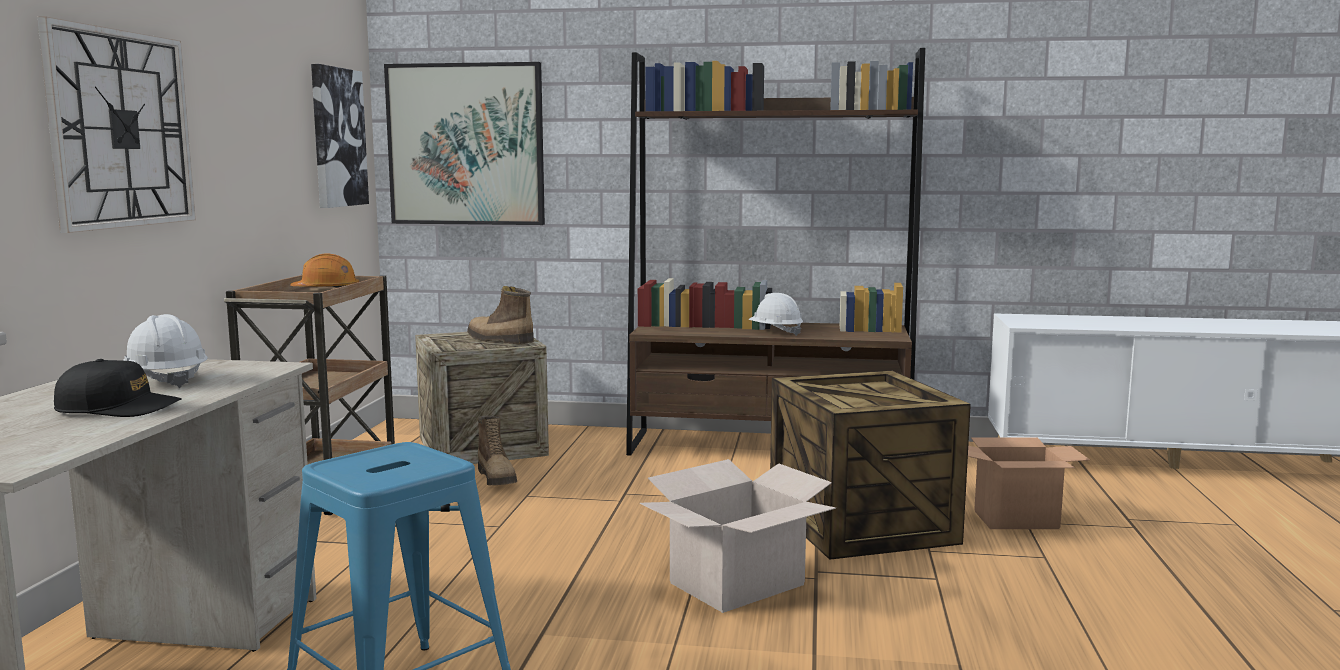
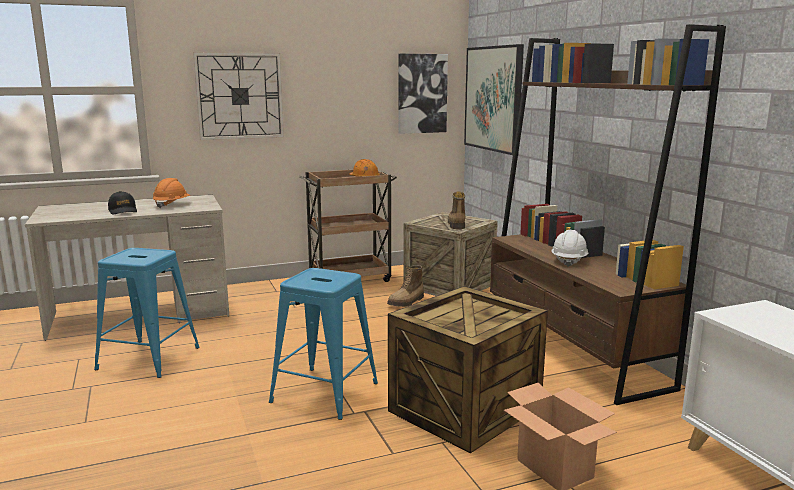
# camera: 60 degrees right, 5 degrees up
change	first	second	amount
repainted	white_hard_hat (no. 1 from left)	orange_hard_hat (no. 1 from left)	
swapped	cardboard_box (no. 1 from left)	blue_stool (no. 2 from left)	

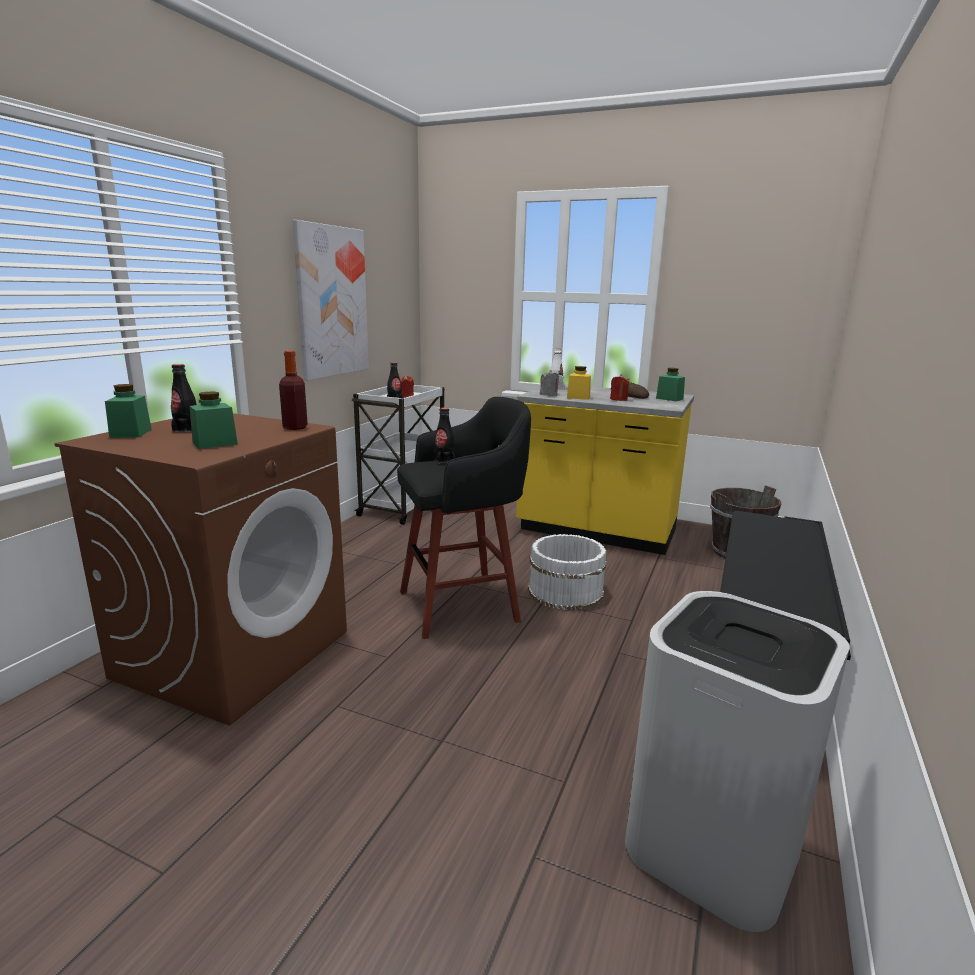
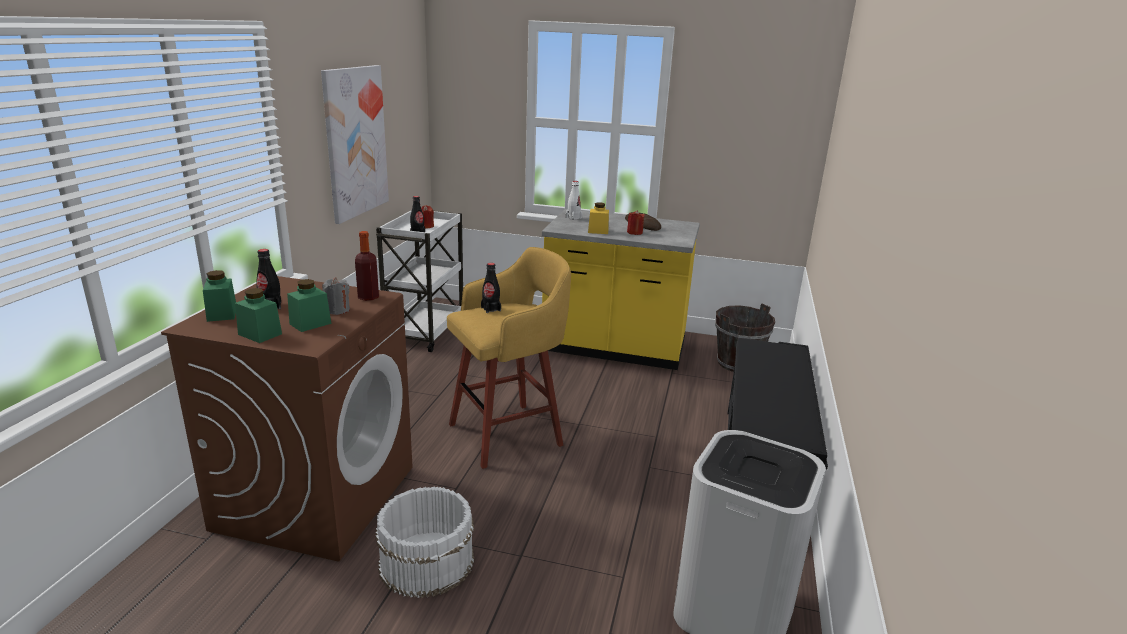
# camera: 10 degrees left, 5 degrees up
change	first	second	amount
shifted	green_jar (no. 3 from left in the first image)	green_jar (no. 2 from left)	
shifted	grey_candle		
repainted	black_stool	yellow_stool	
shifted	white_bucket		

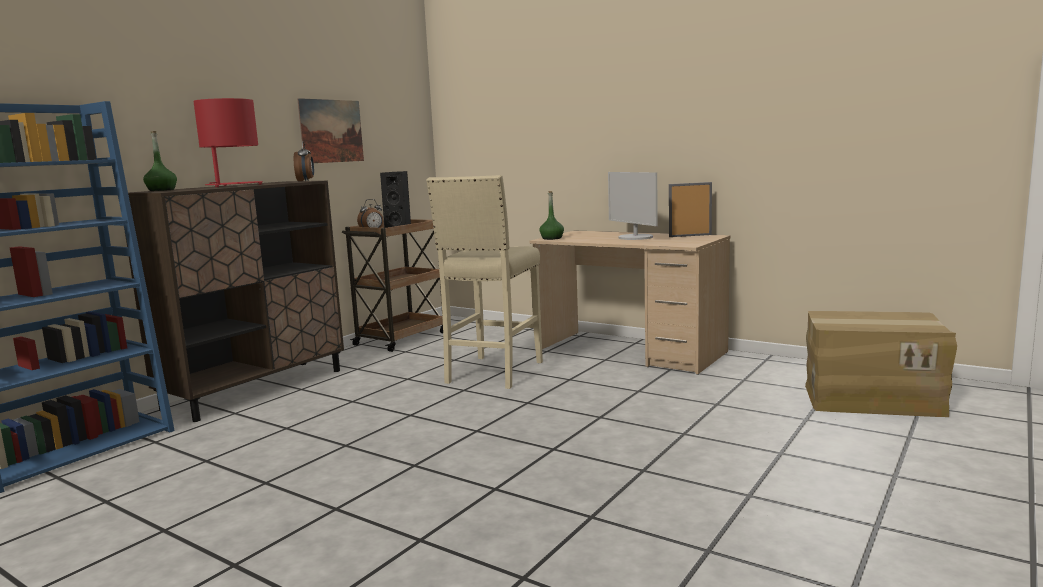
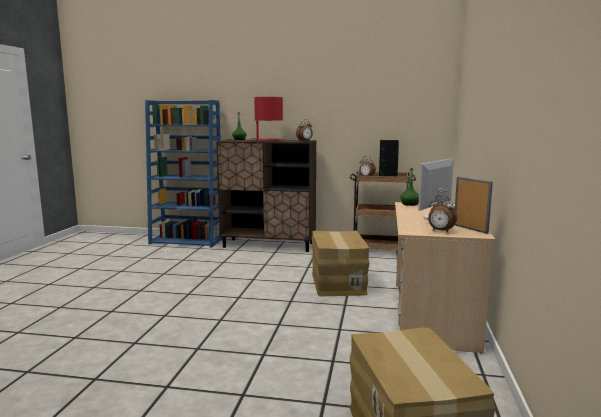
# camera: 65 degrees right, 0 degrees up
change	first	second	amount
gone	picture		
swapped	beige_stool	cardboard_box (no. 1 from left)	
new		alarm_clock (no. 3 from left)	

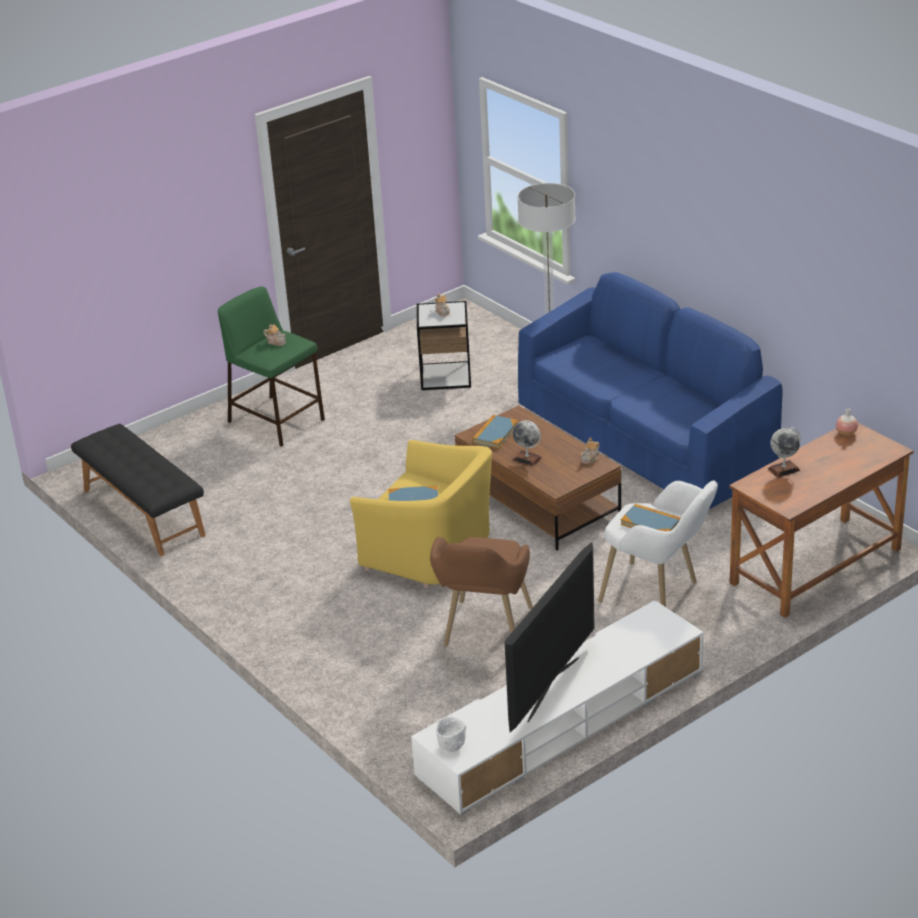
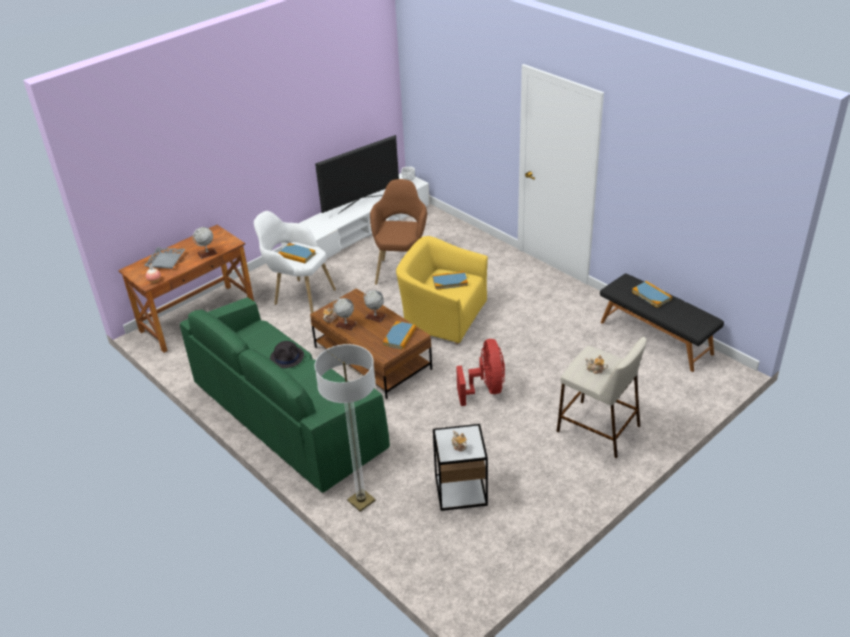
# camera: 175 degrees right, 5 degrees up
change	first	second	amount
repainted	blue_sofa	green_sofa	
repainted	green_stool	beige_stool	
rotated	television		150 degrees counterclockwise
new		grey_tray	
new		book (no. 4 from left)	
new		globe (no. 2 from left)	
new		red_fan	
new		black_hat	

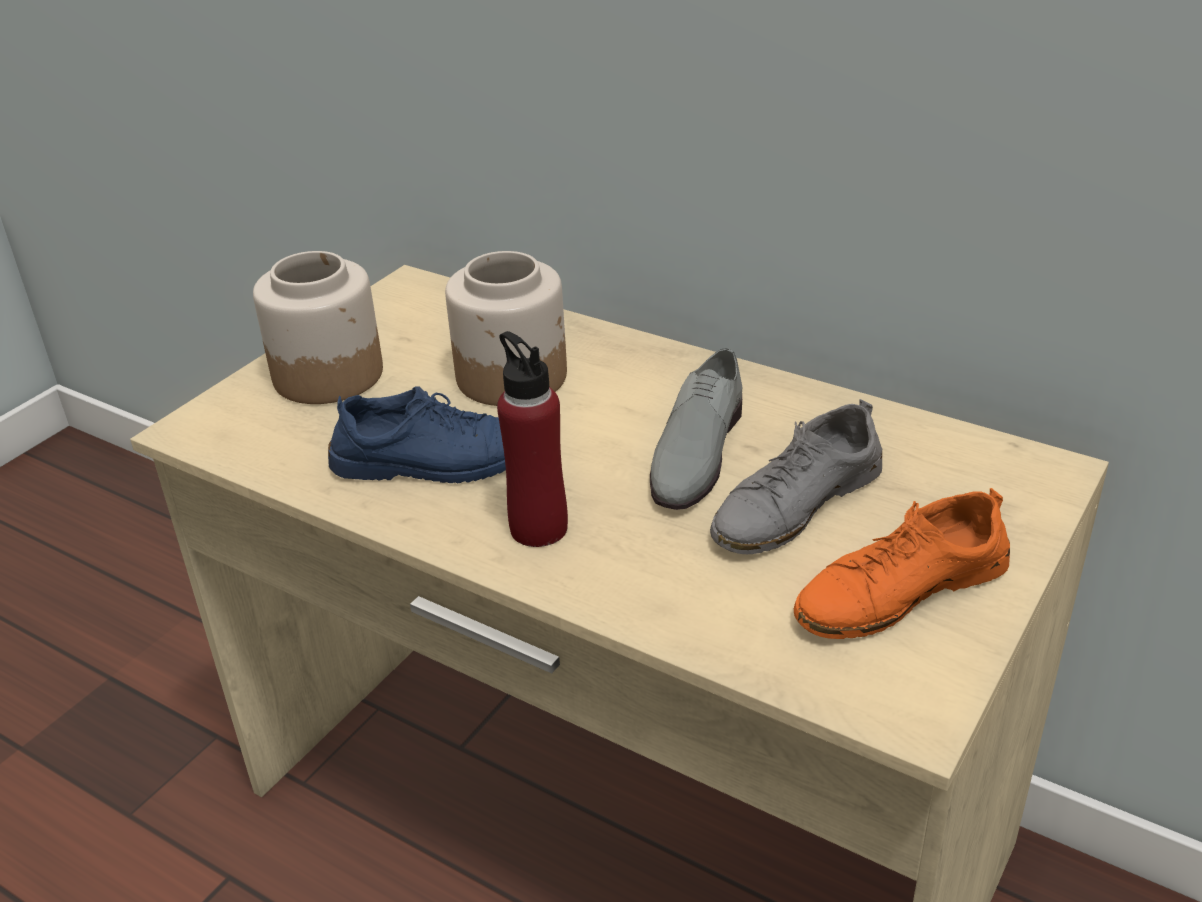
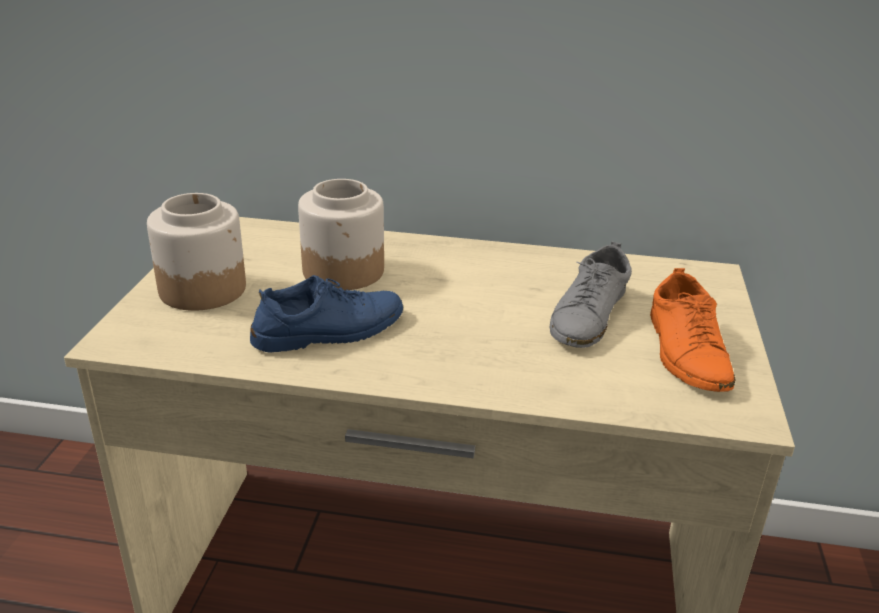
# camera: 25 degrees left, 5 degrees down
change	first	second	amount
gone	red_bottle		
gone	grey_shoe (no. 1 from left)		
rotated	orange_shoe		45 degrees counterclockwise

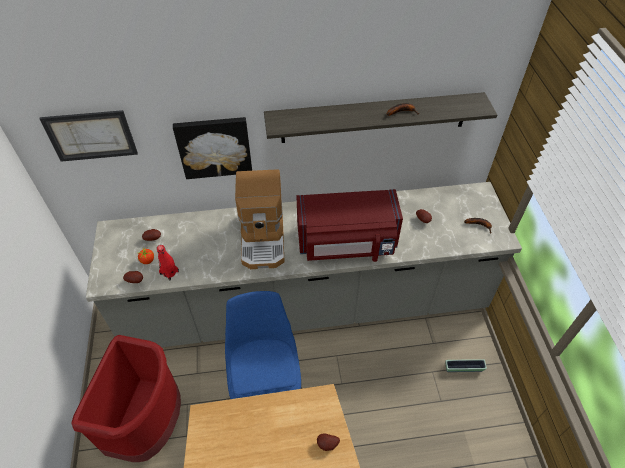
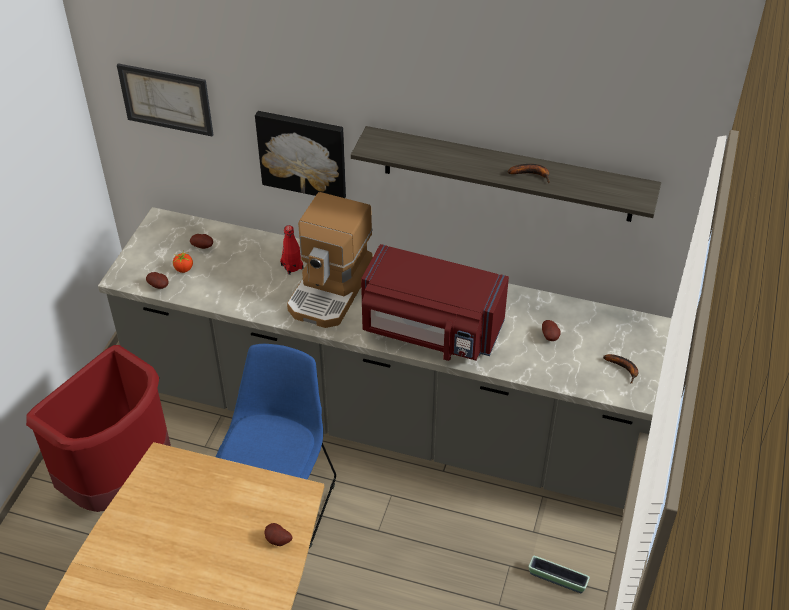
# camera: 25 degrees right, 5 degrees down
change	first	second	amount
shifted	red_bottle		

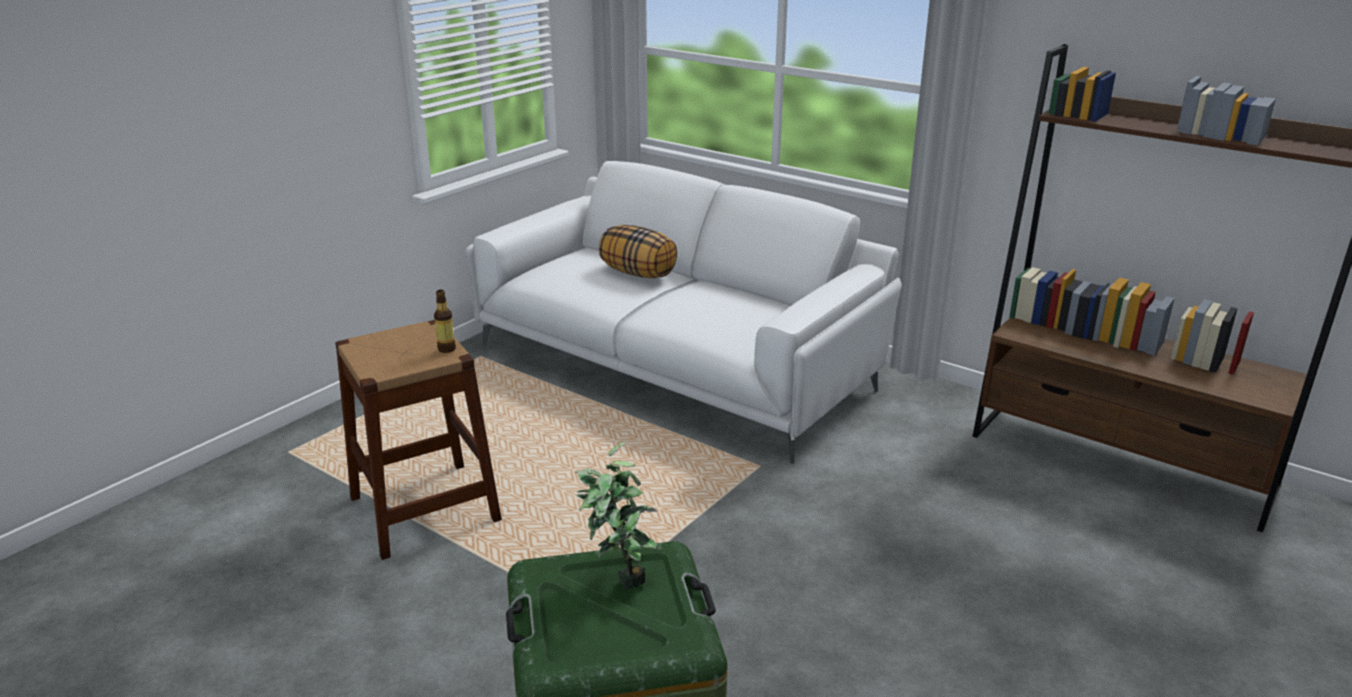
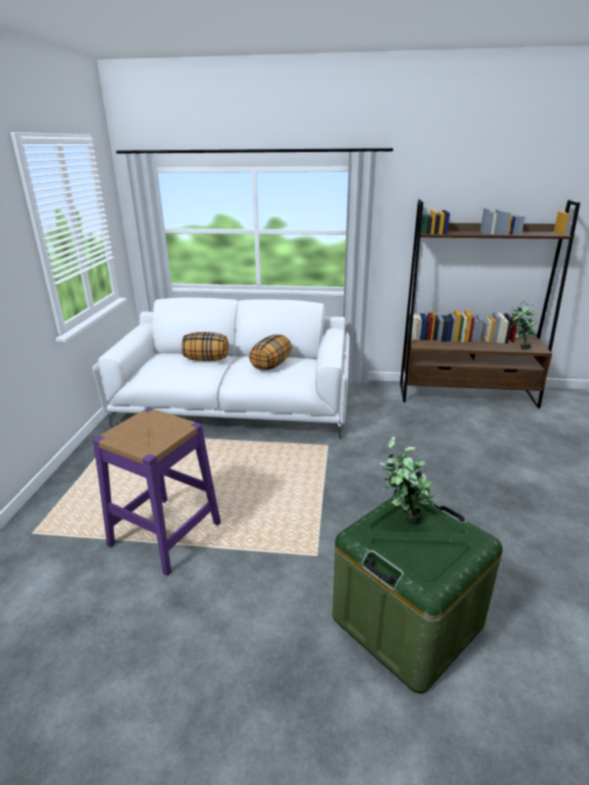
# camera: 30 degrees left, 0 degrees up
change	first	second	amount
gone	bottle		
repainted	brown_stool	purple_stool	
new		potted_plant (no. 2 from left)	
new		pillow (no. 2 from left)	

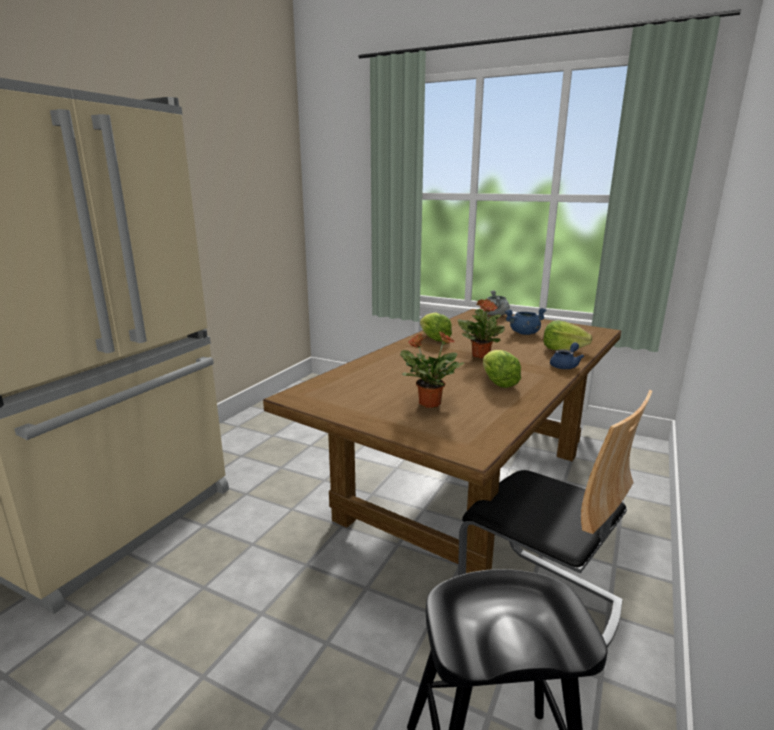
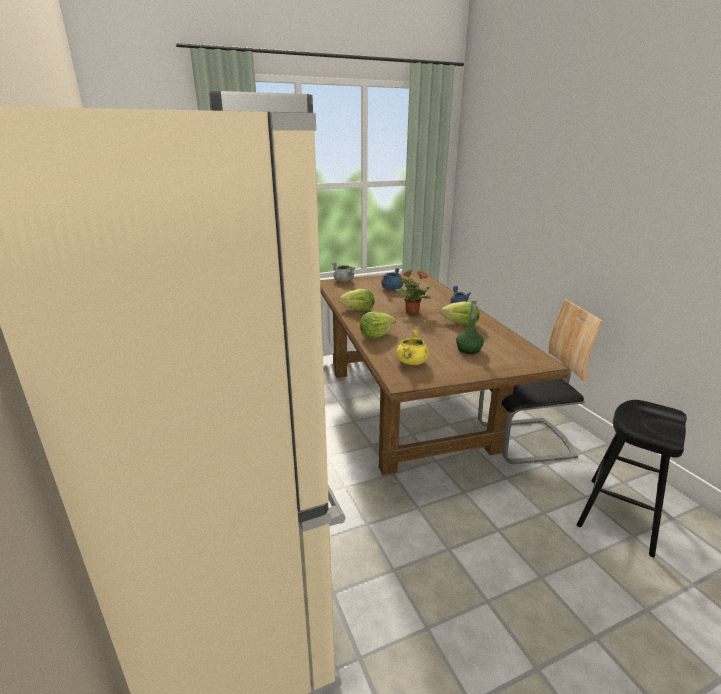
# camera: 50 degrees left, 5 degrees up
change	first	second	amount
shifted	lettuce (no. 3 from left in the first image)	lettuce (no. 2 from left)	
swapped	potted_plant (no. 1 from left)	green_bottle	
new		yellow_cooking_pot	

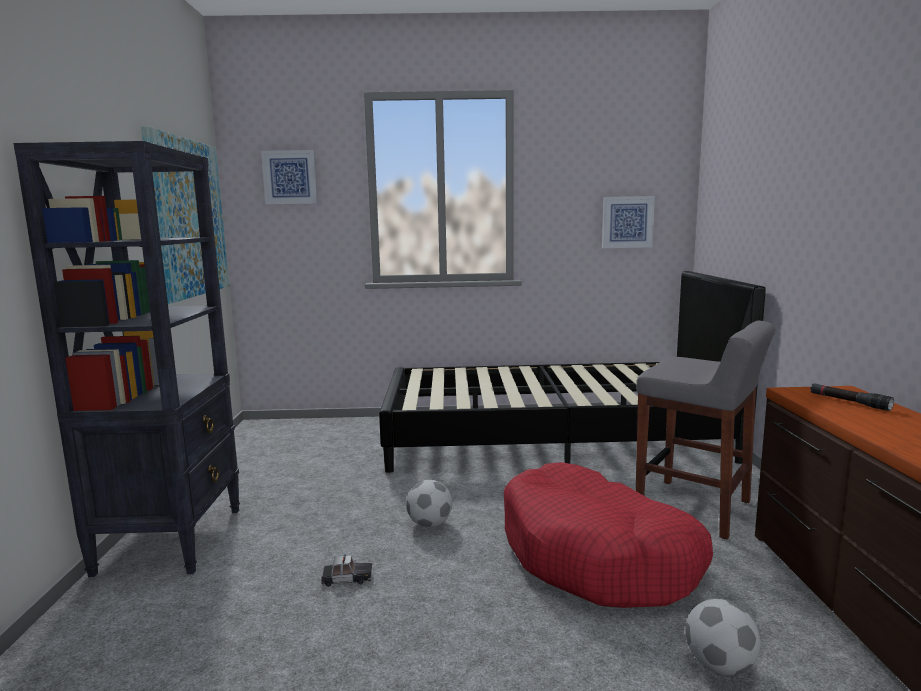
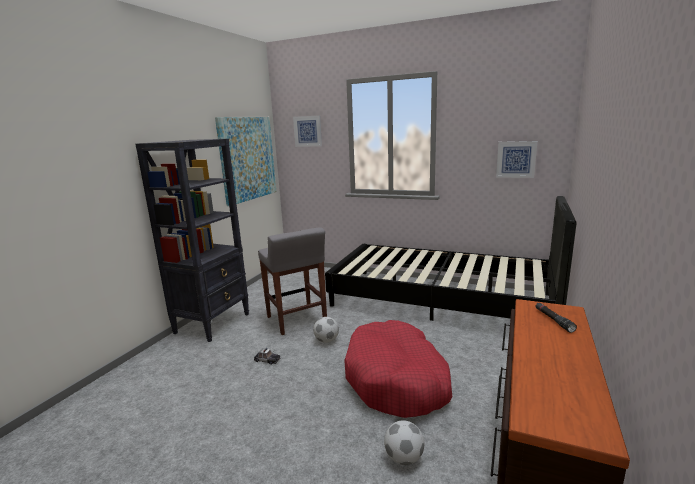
# camera: 25 degrees right, 5 degrees up
change	first	second	amount
shifted	grey_stool		

